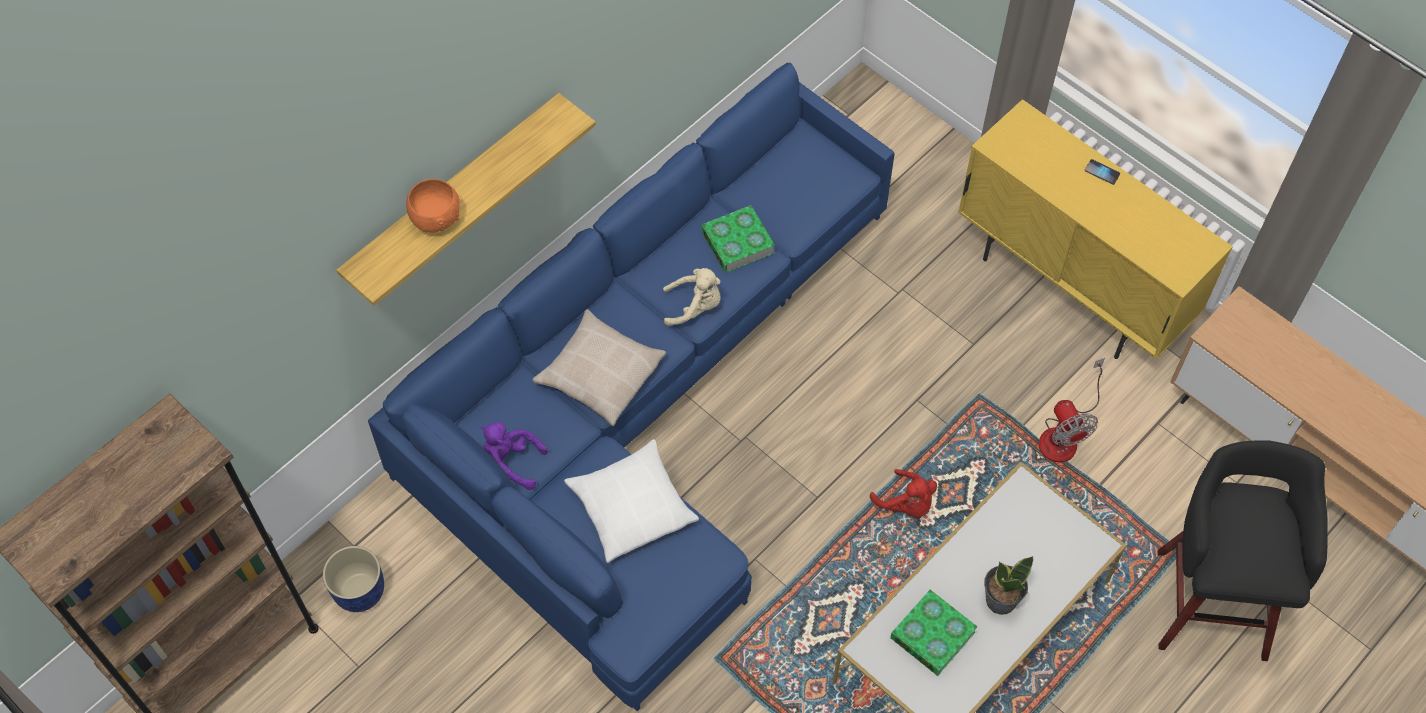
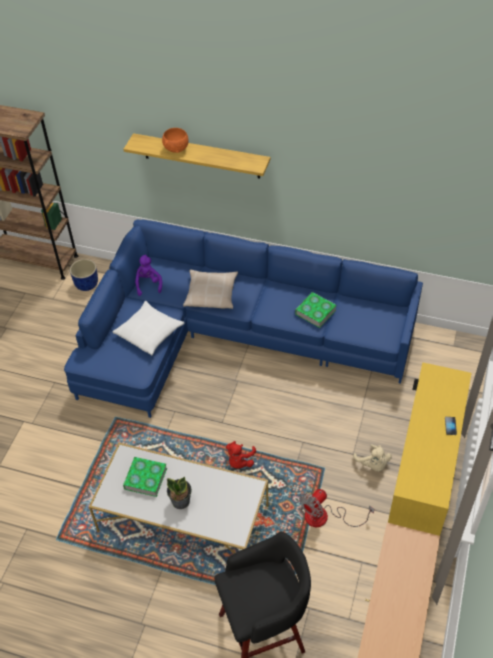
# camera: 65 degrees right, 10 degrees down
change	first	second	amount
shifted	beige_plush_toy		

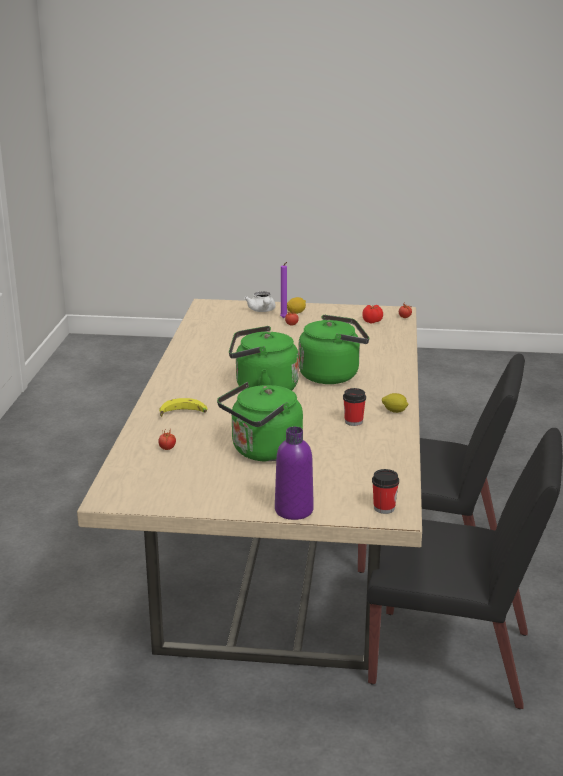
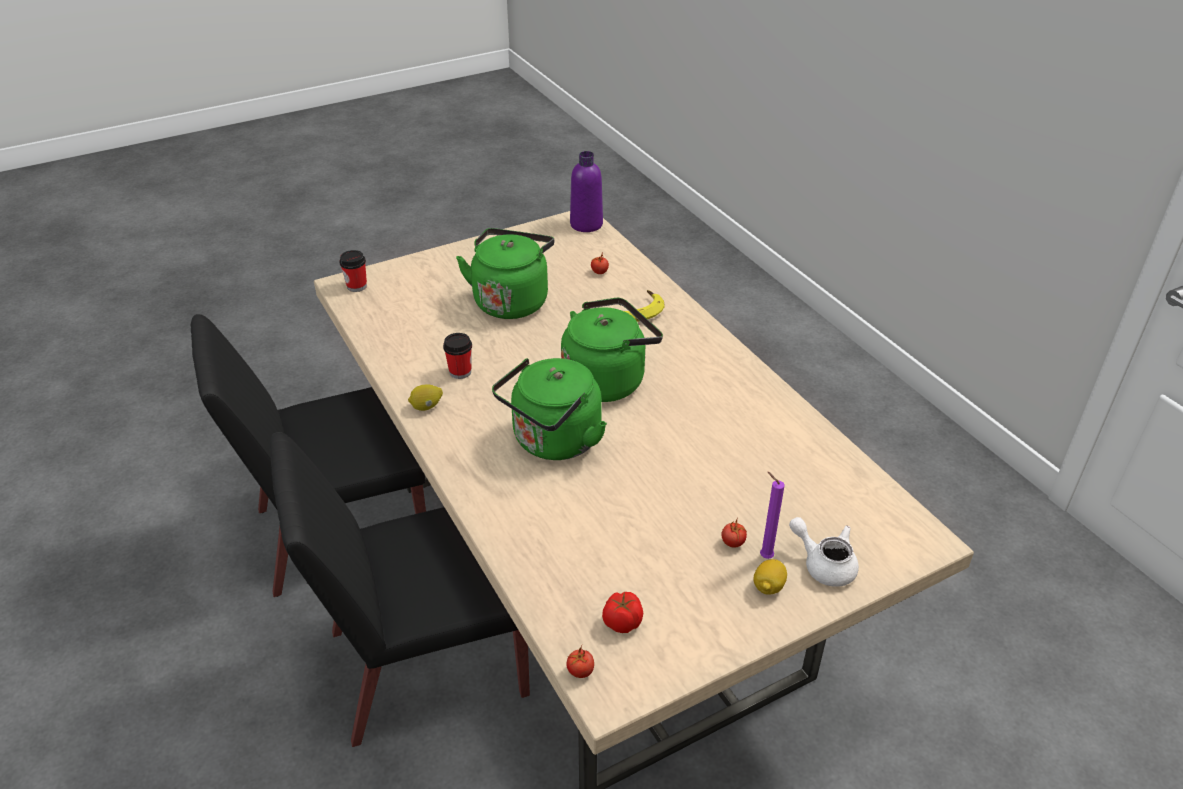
# camera: 145 degrees right, 15 degrees up
change	first	second	amount
shifted	purple_bottle		

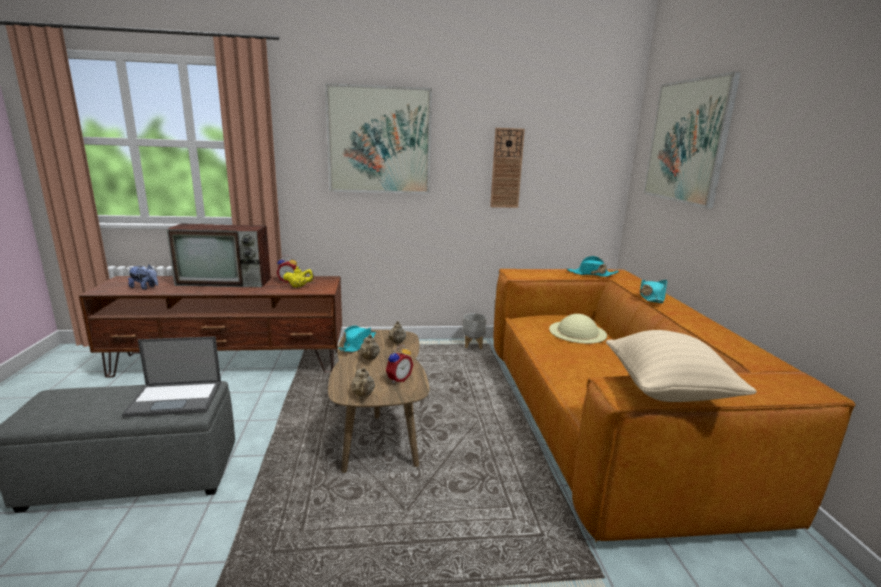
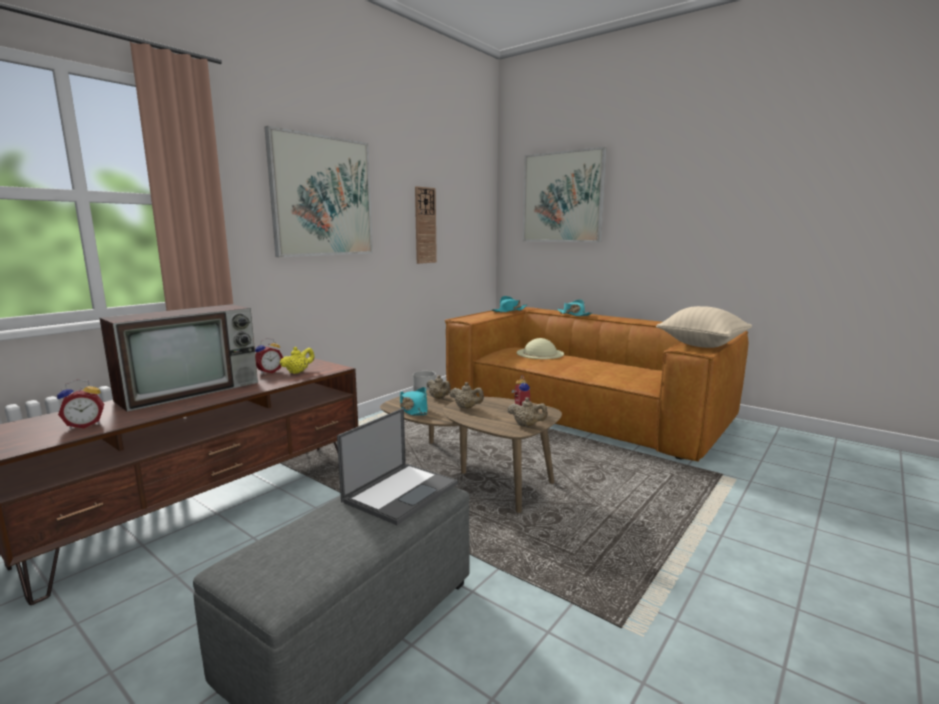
# camera: 45 degrees left, 5 degrees down
change	first	second	amount
swapped	plush_toy	alarm_clock (no. 1 from left)	

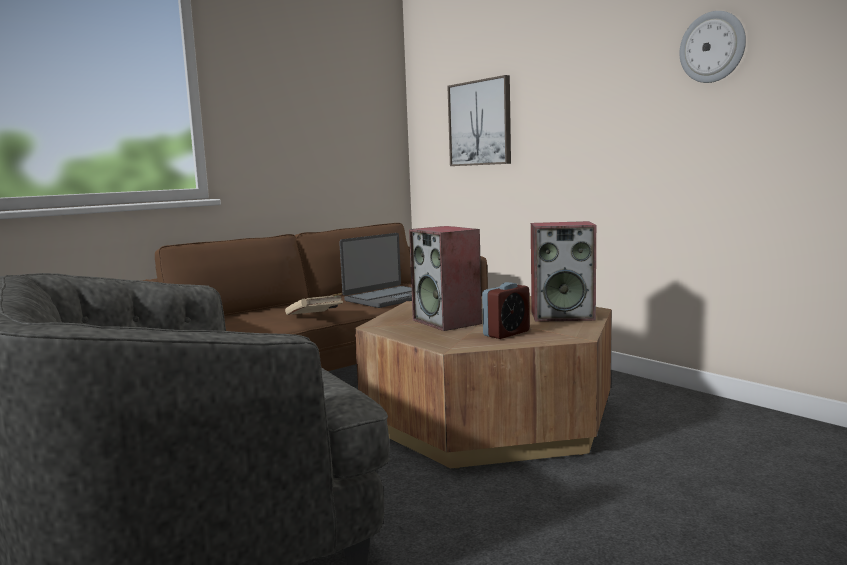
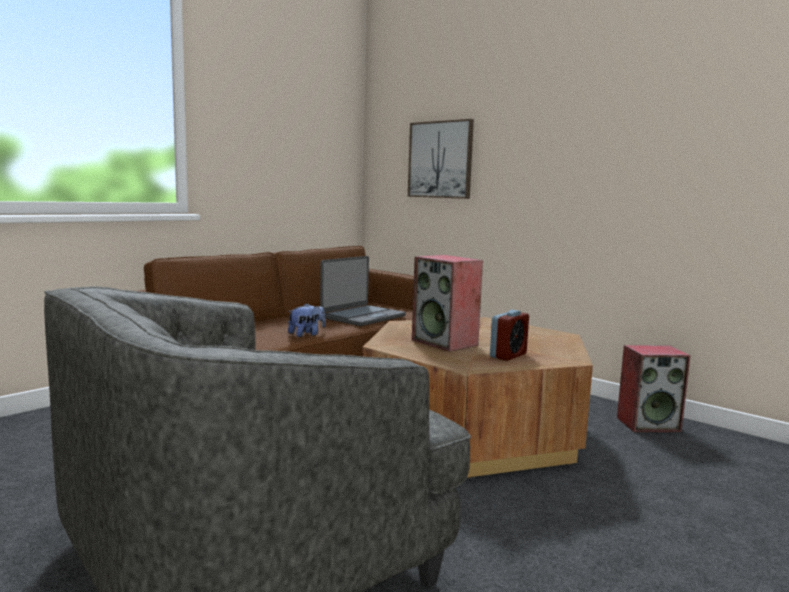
# camera: 10 degrees left, 0 degrees up
change	first	second	amount
gone	wall_clock		
shifted	speaker (no. 2 from left)		
swapped	beige_book	plush_toy	

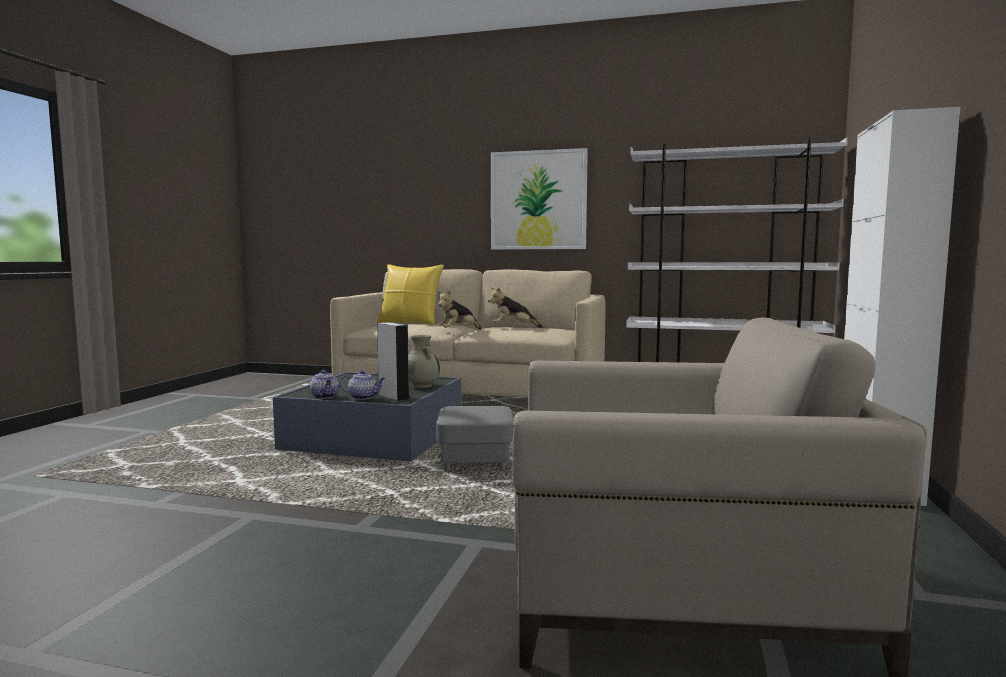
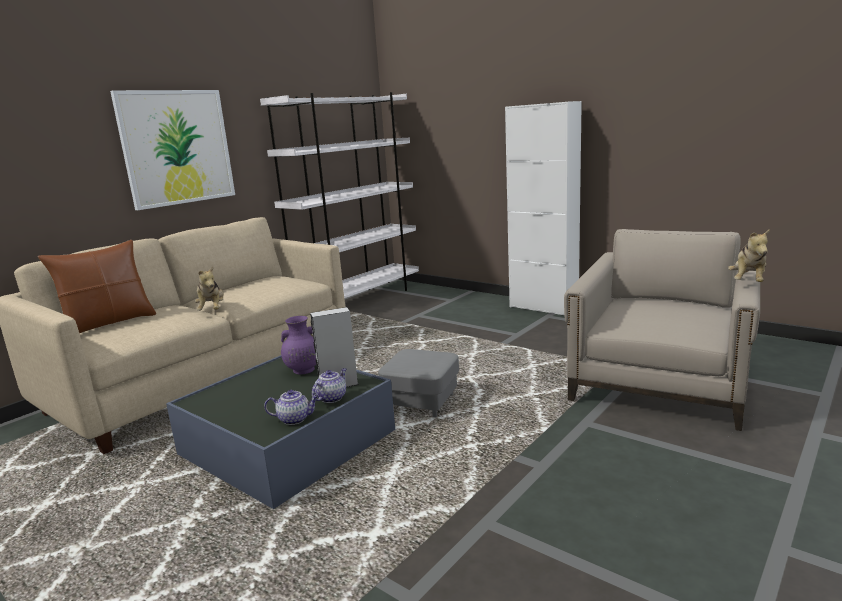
# camera: 65 degrees left, 10 degrees up
change	first	second	amount
repainted	yellow_pillow	brown_pillow	
shifted	plush_toy (no. 2 from left)		
repainted	beige_vase	purple_vase	

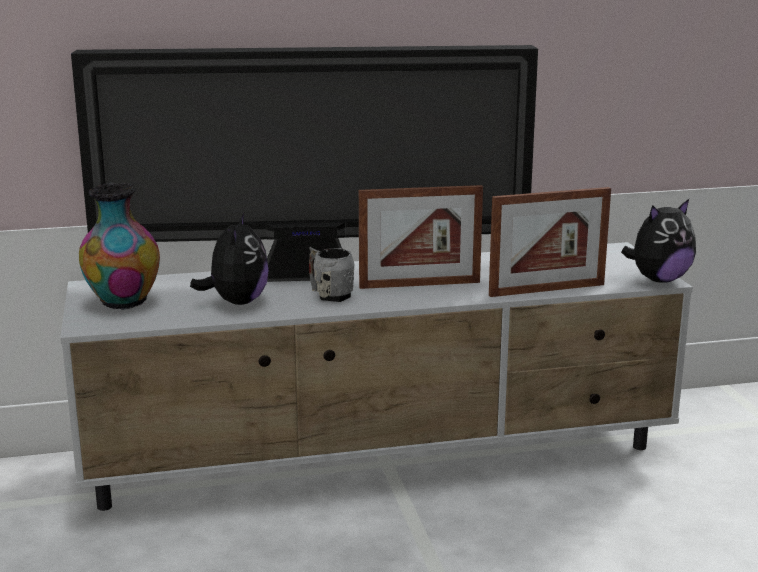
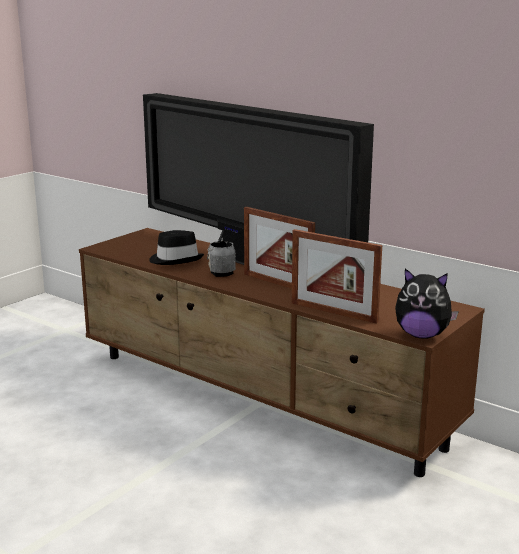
# camera: 50 degrees right, 0 degrees up
change	first	second	amount
gone	vase		
swapped	plush_toy (no. 1 from left)	black_hat	
repainted	white_tv_stand	brown_tv_stand	

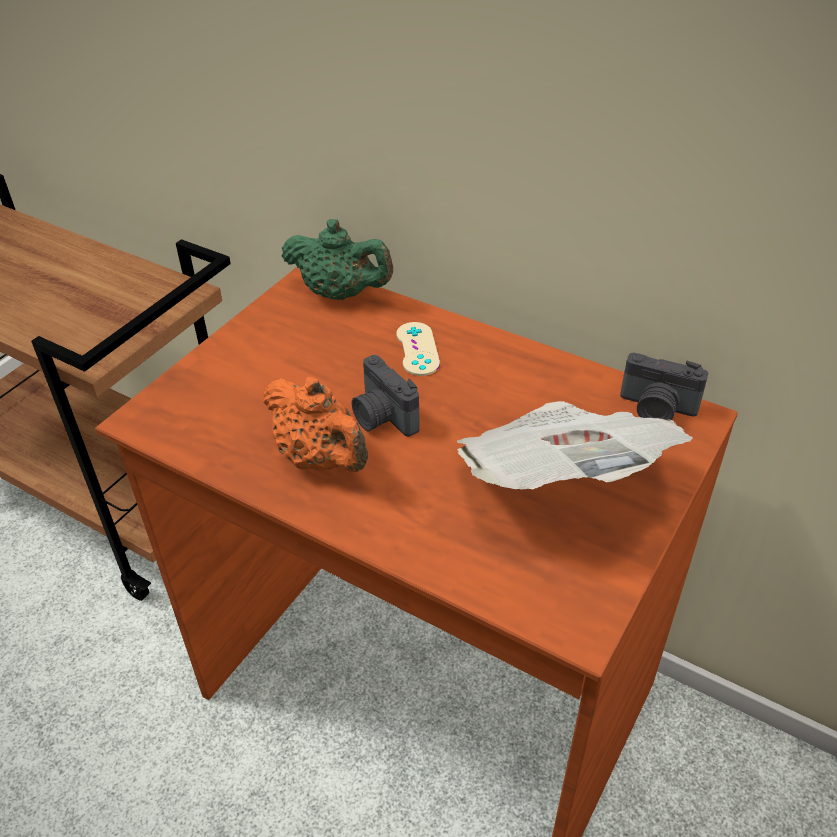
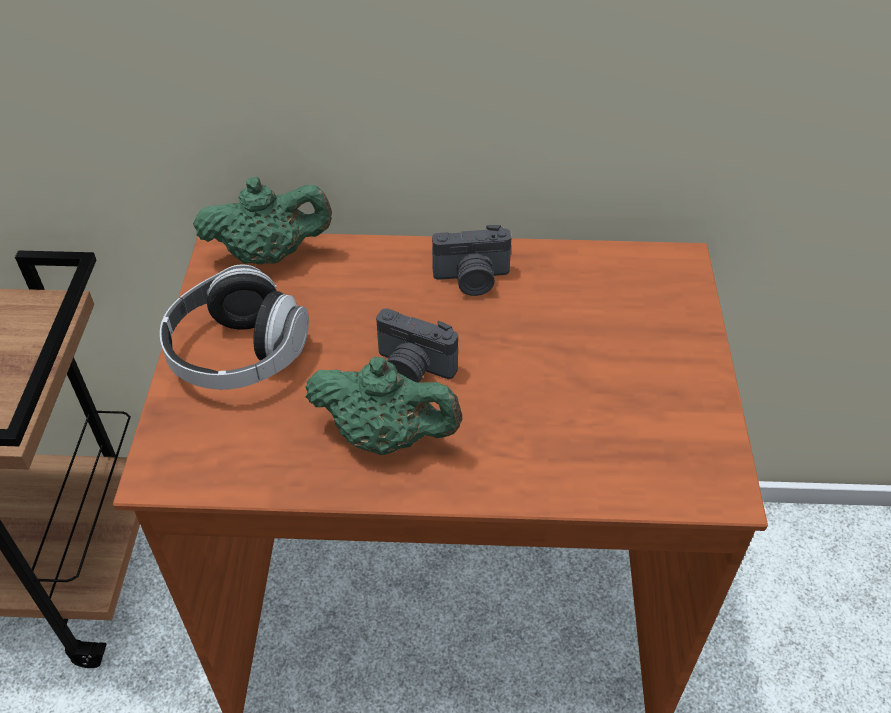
# camera: 30 degrees left, 5 degrees up
change	first	second	amount
gone	beige_game_controller		
shifted	photo_camera (no. 2 from left)		
repainted	orange_teapot	green_teapot (no. 2 from left)	
gone	newspaper		
new		headphones	

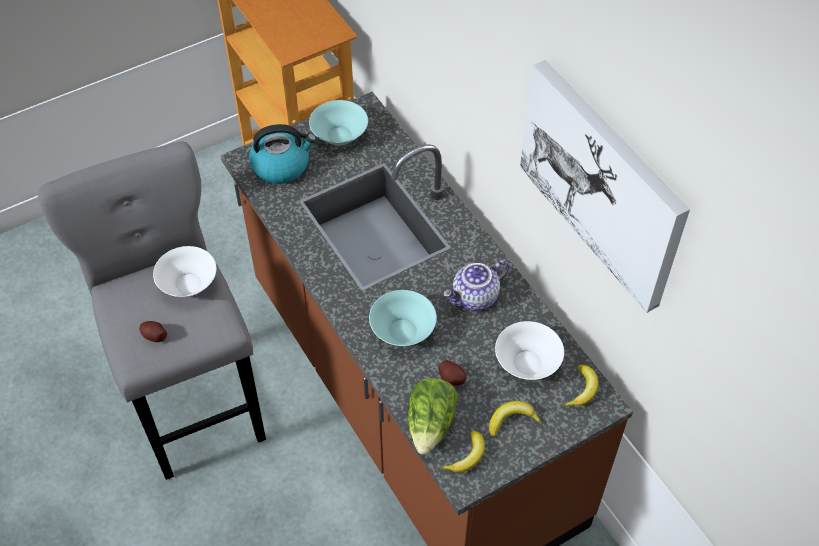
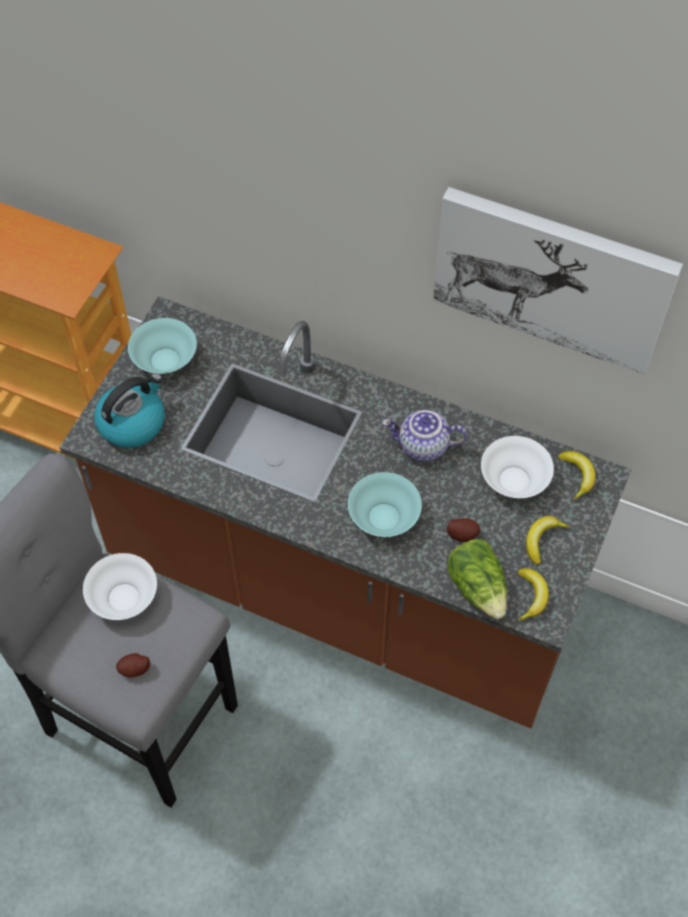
# camera: 35 degrees left, 5 degrees up
change	first	second	amount
rotated	teapot		75 degrees clockwise

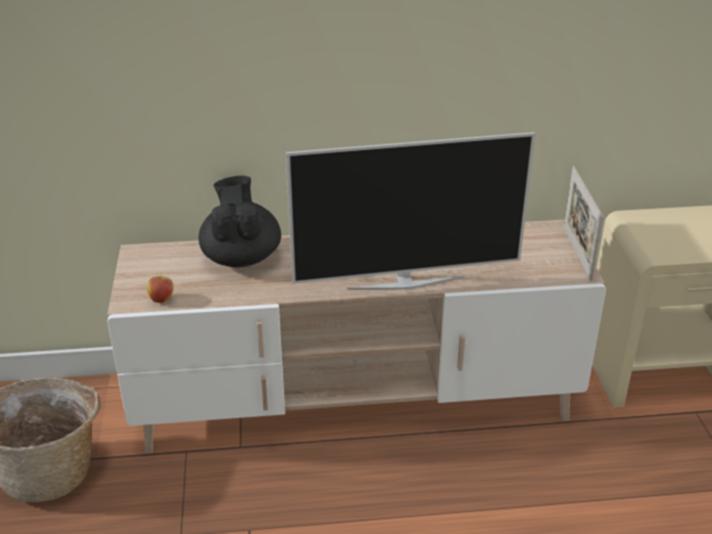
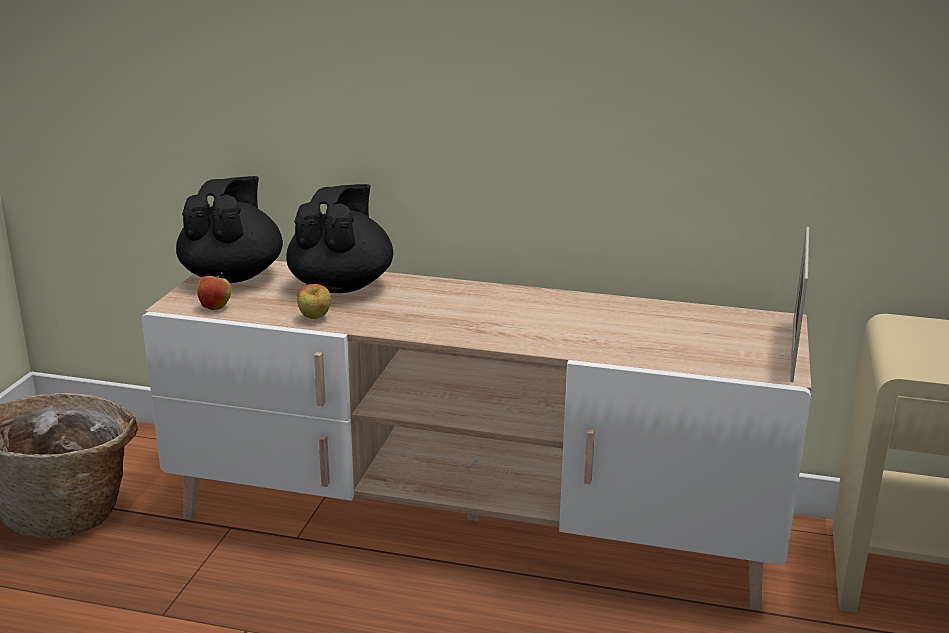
# camera: 20 degrees right, 10 degrees down
change	first	second	amount
gone	television		
new		black_teapot (no. 1 from left)	
new		apple (no. 2 from left)	

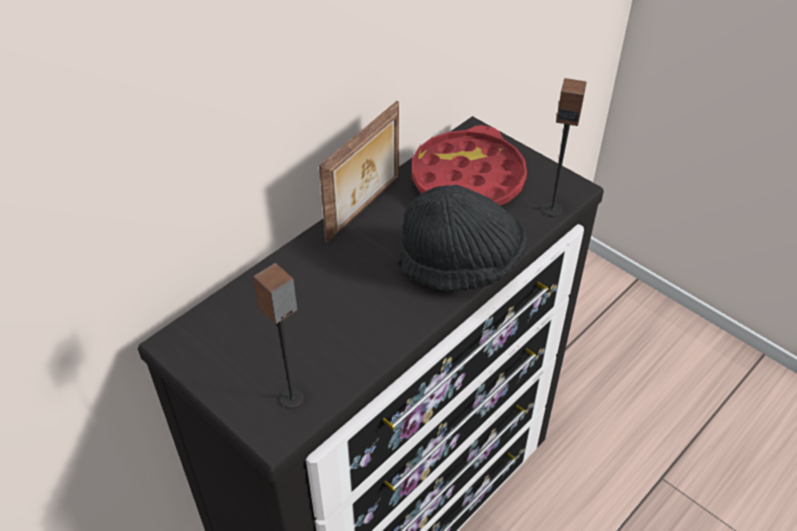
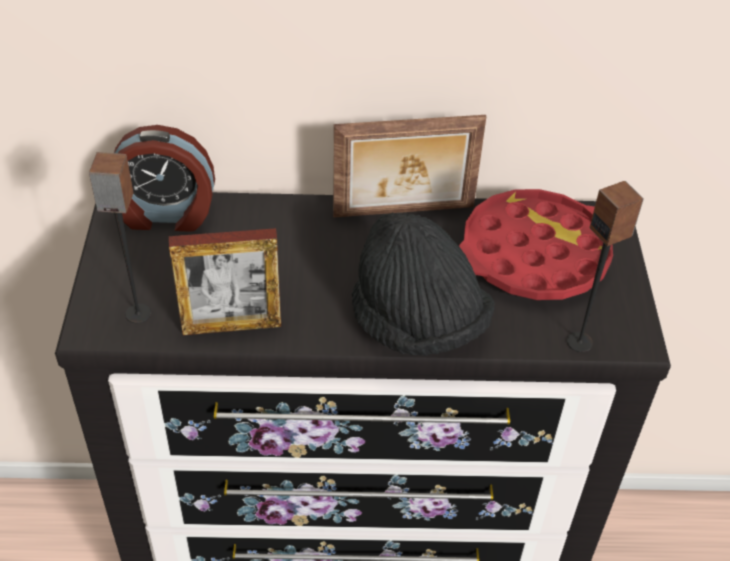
# camera: 45 degrees right, 0 degrees up
change	first	second	amount
new		alarm_clock	
new		picture_frame (no. 1 from left)	

